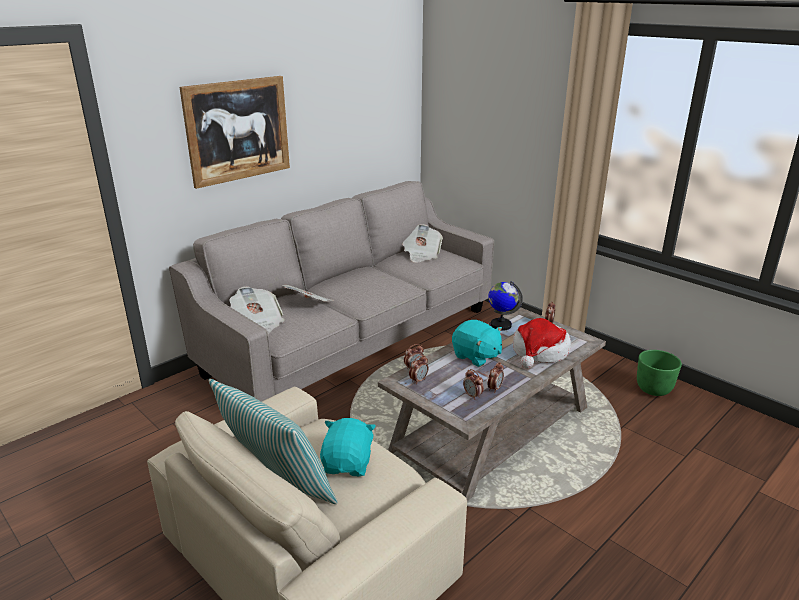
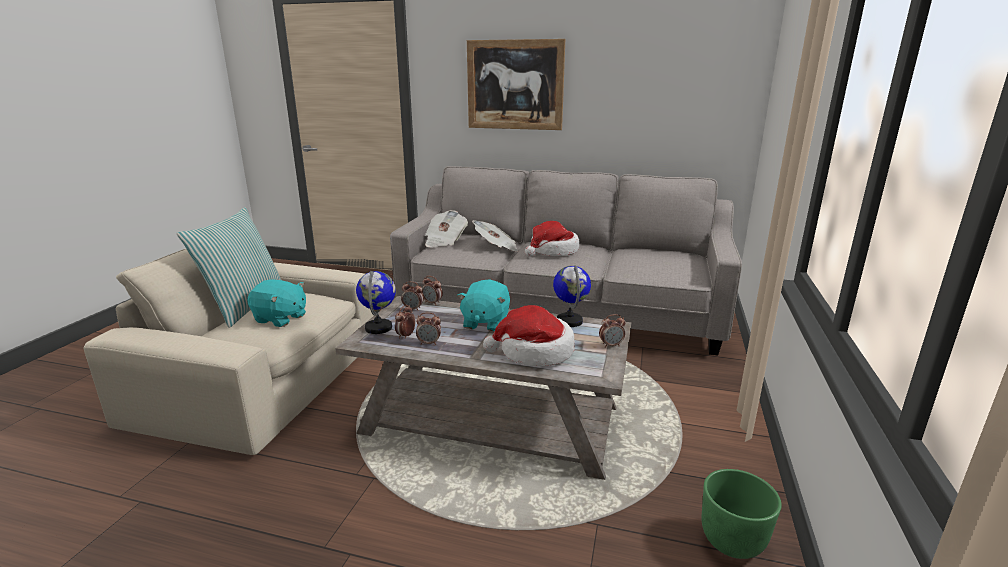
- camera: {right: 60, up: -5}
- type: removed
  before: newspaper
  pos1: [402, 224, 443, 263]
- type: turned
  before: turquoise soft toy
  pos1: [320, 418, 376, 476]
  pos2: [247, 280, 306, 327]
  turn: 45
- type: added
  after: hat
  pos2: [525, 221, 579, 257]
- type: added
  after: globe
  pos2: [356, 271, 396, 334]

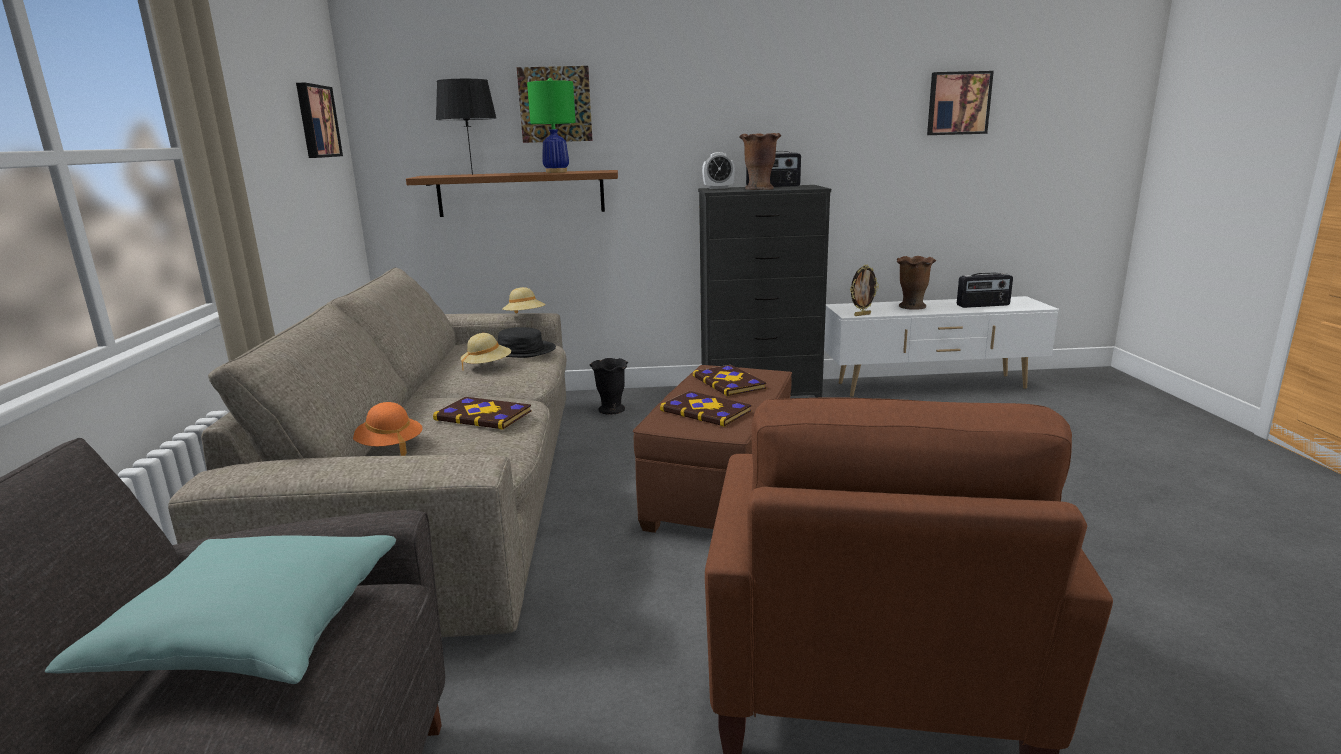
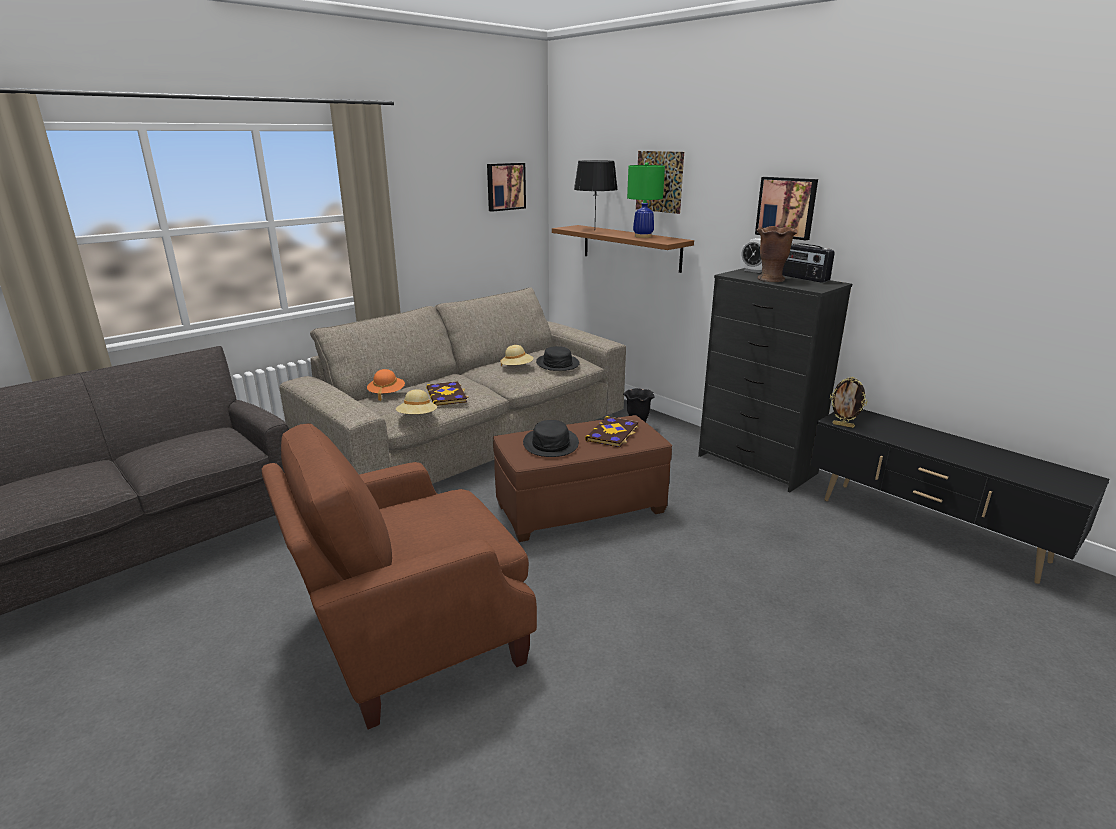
- camera: {right: 50, up: 5}
- type: moved
  before: wall art
  pos1: [927, 71, 994, 135]
  pos2: [755, 177, 818, 240]
- type: removed
  before: brownish decorative vase
  pos1: [897, 256, 936, 310]
- type: removed
  before: radio set
  pos1: [957, 273, 1013, 308]
- type: moved
  before: beige hat
  pos1: [502, 287, 546, 314]
  pos2: [396, 389, 437, 414]
- type: recoloured
  before: white tv unit
  after: blackish tv unit
  pos1: [824, 296, 1059, 397]
  pos2: [810, 409, 1110, 584]
- type: replaced
  before: volume
  after: blackish hat
  pos1: [660, 391, 752, 427]
  pos2: [523, 420, 579, 457]
- type: removed
  before: turquoise throw pillow
  pos1: [45, 535, 396, 684]

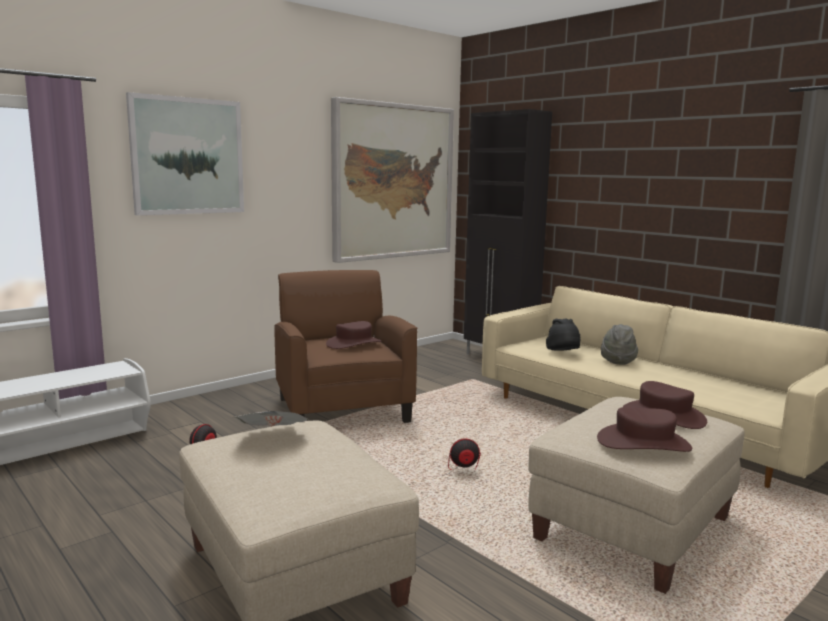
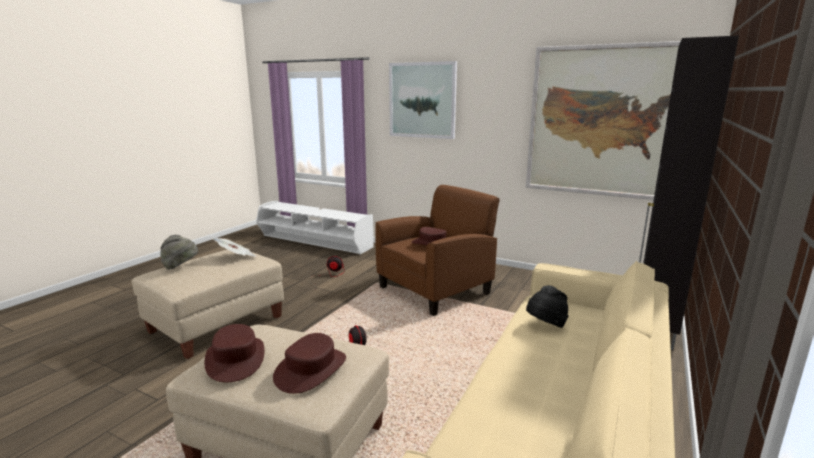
- camera: {right: 70, up: 5}
- type: moved
  before: gray hat
  pos1: [601, 324, 638, 365]
  pos2: [160, 235, 198, 270]

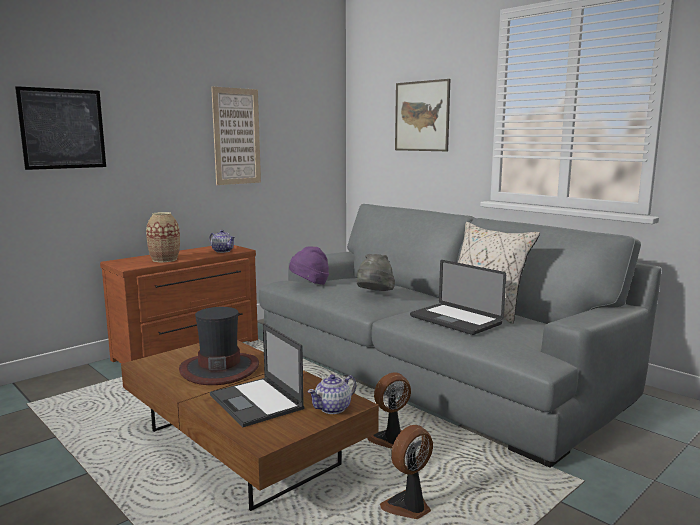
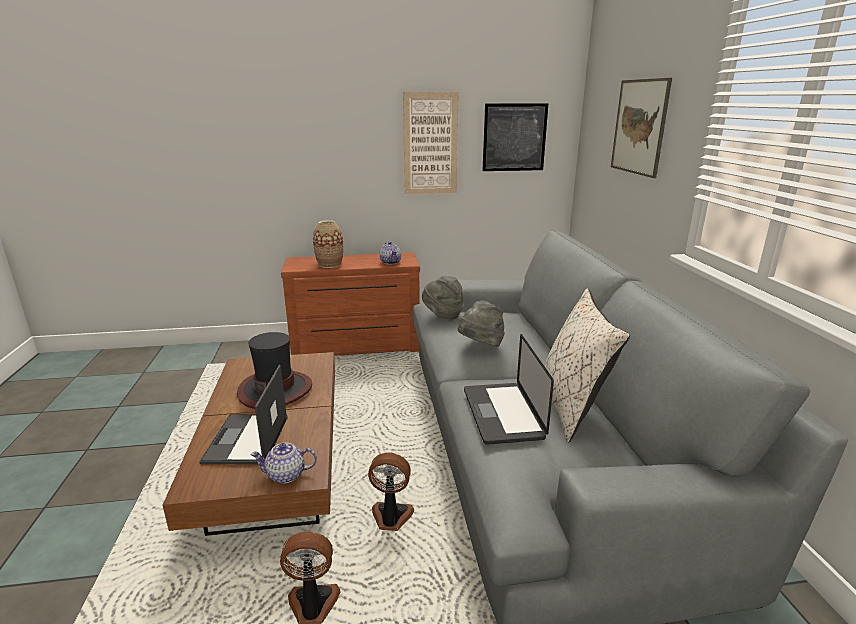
- camera: {right: 35, up: 10}
- type: moved
  before: wall art
  pos1: [15, 86, 106, 170]
  pos2: [482, 103, 548, 171]
- type: recoloured
  before: purple-coloured hat
  after: gray hat
  pos1: [289, 247, 329, 285]
  pos2: [422, 276, 464, 319]

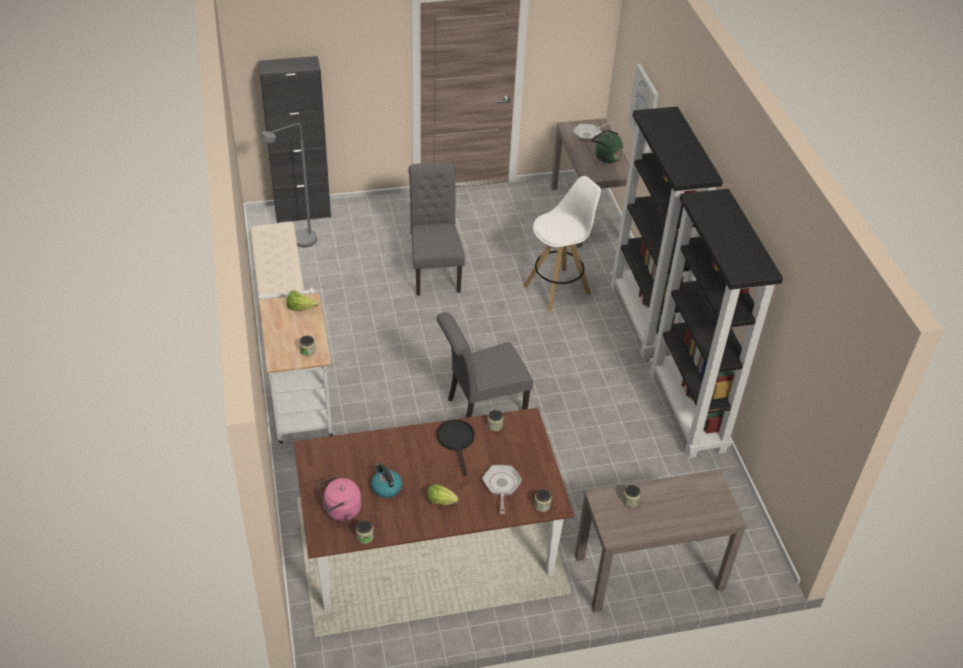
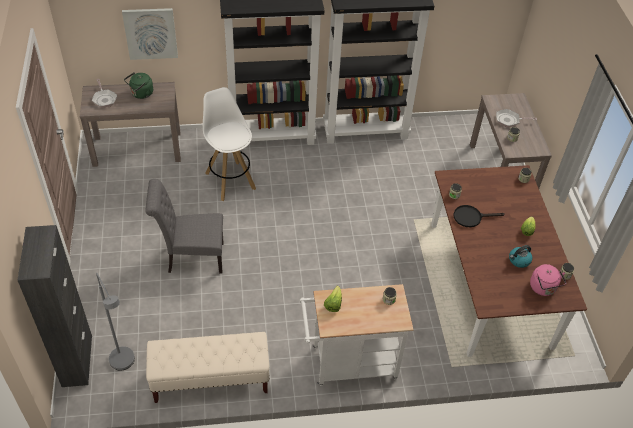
- camera: {right: -85, up: 5}
- type: removed
  before: gray plain chair
  pos1: [436, 312, 533, 417]
- type: moved
  before: pan
  pos1: [482, 465, 522, 514]
  pos2: [496, 109, 537, 128]

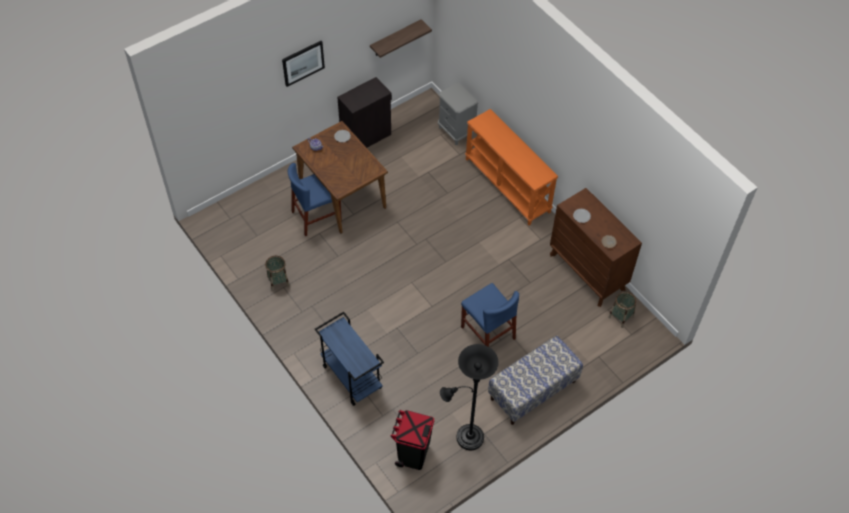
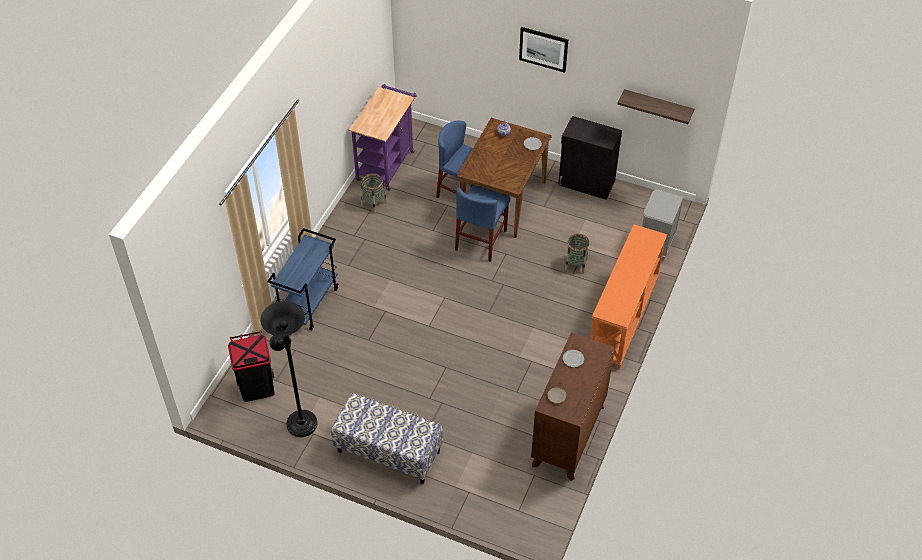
- camera: {right: 60, up: -5}
- type: moved
  before: blue-coloured plain chair
  pos1: [461, 283, 519, 347]
  pos2: [455, 185, 511, 262]
- type: moved
  before: household basket
  pos1: [608, 292, 636, 328]
  pos2: [565, 234, 590, 273]
- type: added
  after: purple-coloured trolley
  pos2: [349, 84, 417, 191]

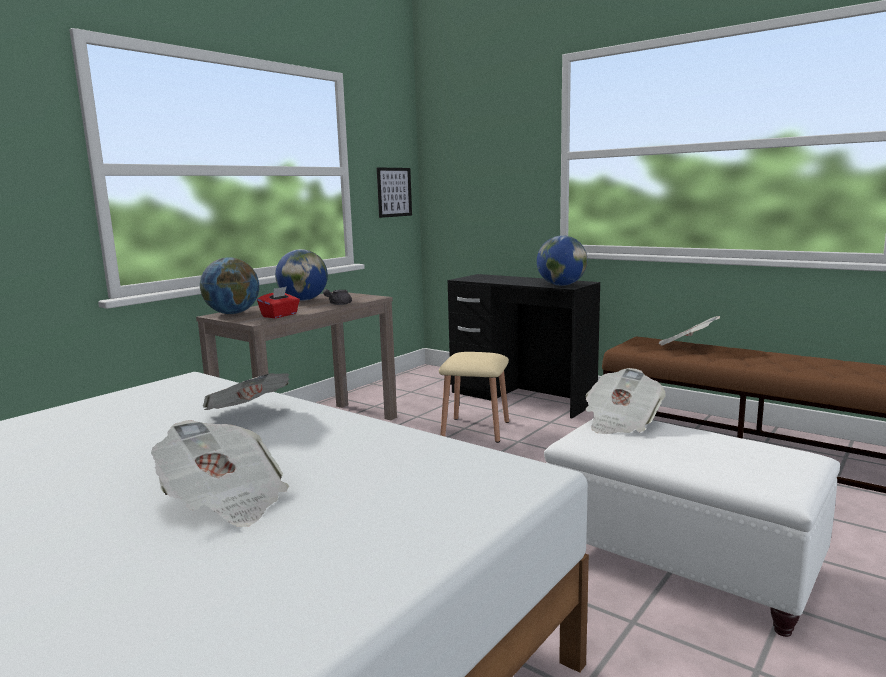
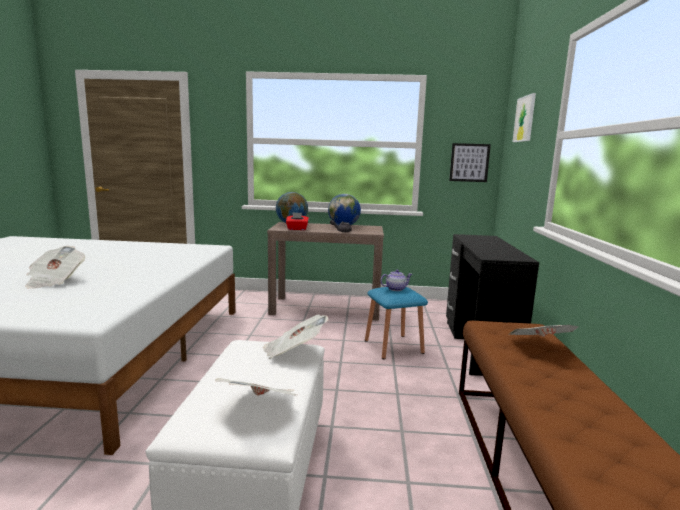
- camera: {right: 55, up: 0}
- type: removed
  before: globe
  pos1: [537, 235, 587, 286]
- type: recoloured
  before: beige stool
  after: blue-coloured stool
  pos1: [439, 352, 509, 443]
  pos2: [365, 287, 428, 359]
- type: moved
  before: newspaper
  pos1: [203, 373, 289, 410]
  pos2: [215, 378, 297, 396]
- type: added
  after: wall art
  pos2: [513, 93, 536, 142]
- type: added
  after: teapot
  pos2: [380, 270, 413, 291]

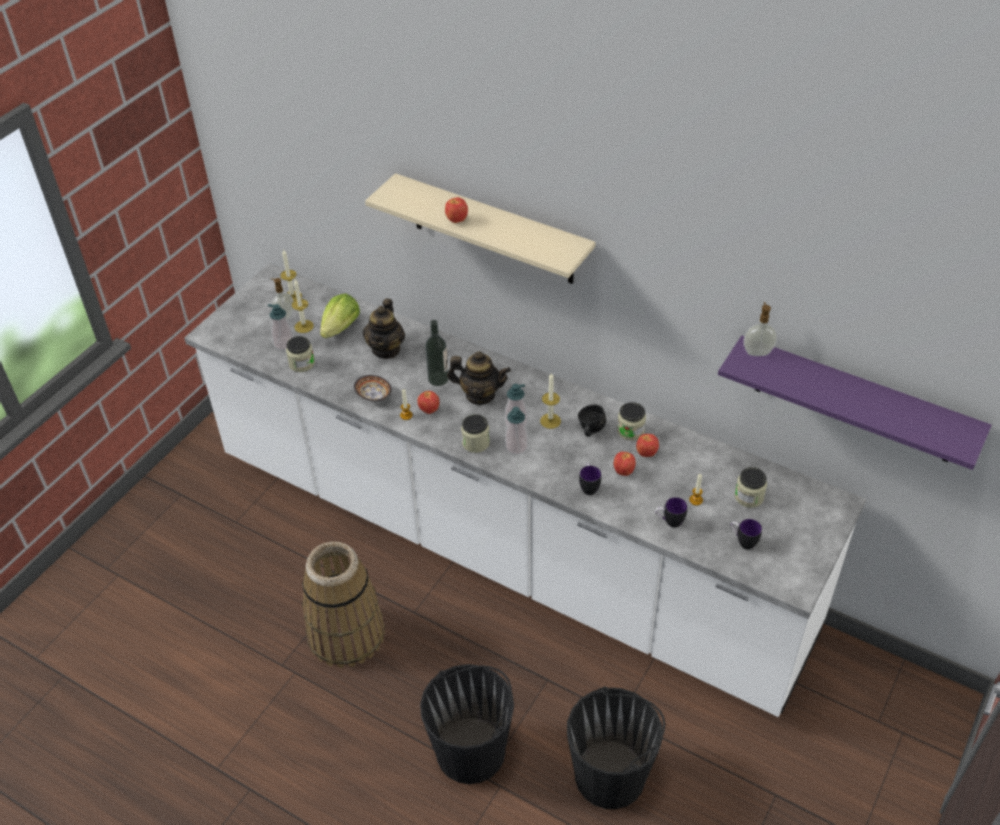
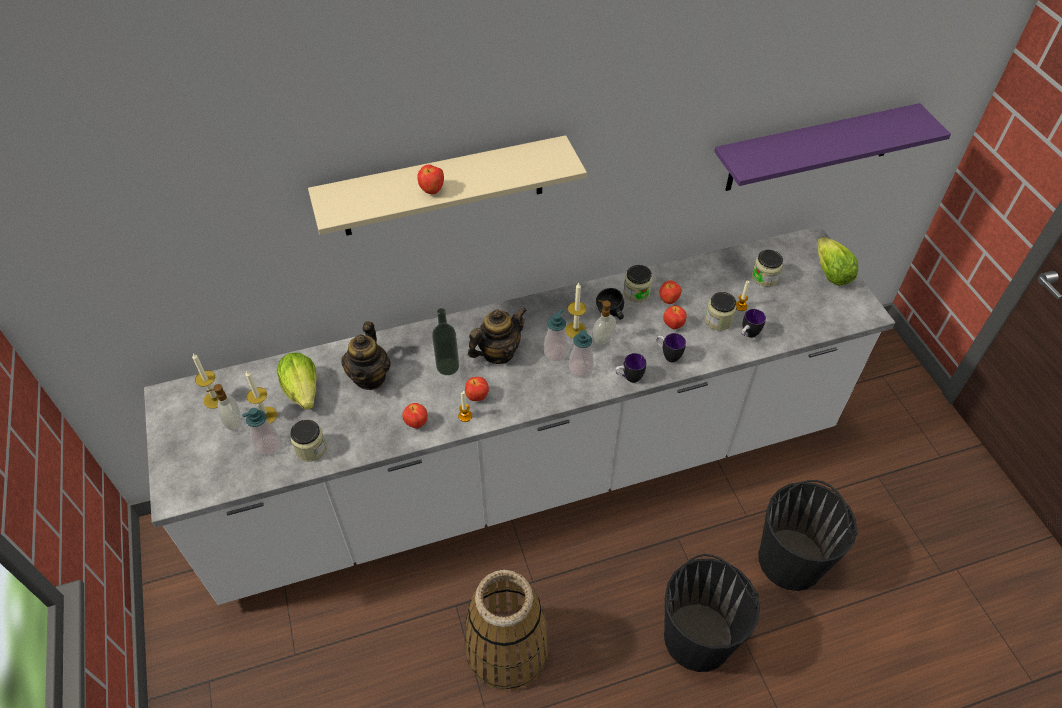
- camera: {right: -50, up: 5}
- type: turned
  before: teapot
  pos1: [363, 298, 405, 359]
  pos2: [341, 321, 391, 390]
  turn: 45
- type: moved
  before: soap bottle
  pos1: [744, 302, 777, 356]
  pos2: [592, 300, 616, 346]
- type: replaced
  before: bowl
  after: apple
  pos1: [354, 375, 392, 401]
  pos2: [402, 403, 428, 429]
- type: moved
  before: storage jar
  pos1: [461, 414, 490, 453]
  pos2: [705, 292, 737, 331]
- type: moved
  before: mug
  pos1: [730, 519, 762, 550]
  pos2: [615, 353, 646, 383]
- type: added
  after: lettuce
  pos2: [817, 237, 858, 286]

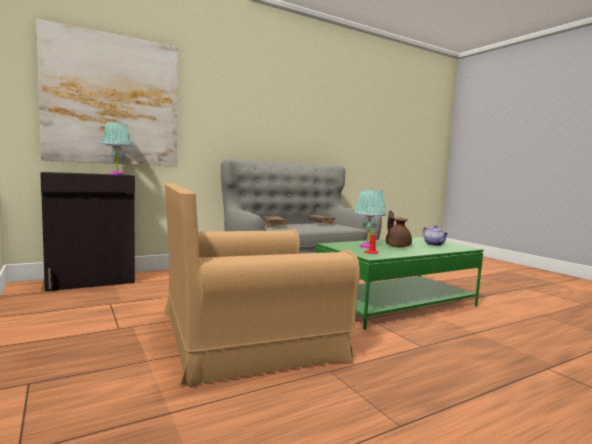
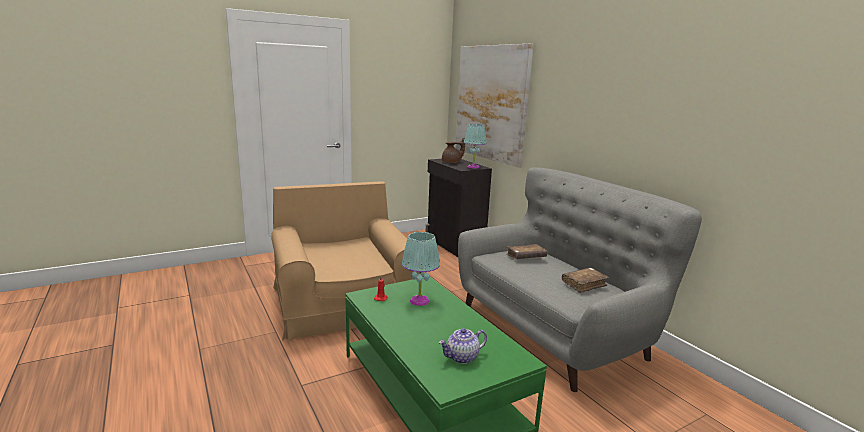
- camera: {right: 90, up: 10}
- type: moved
  before: brownish teapot
  pos1: [386, 210, 412, 247]
  pos2: [442, 138, 465, 163]

